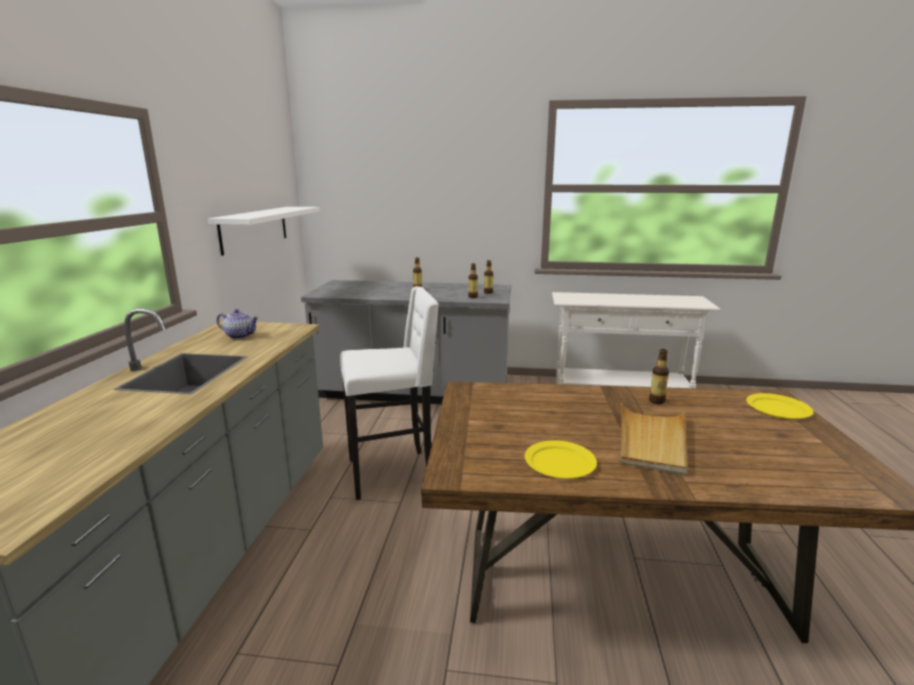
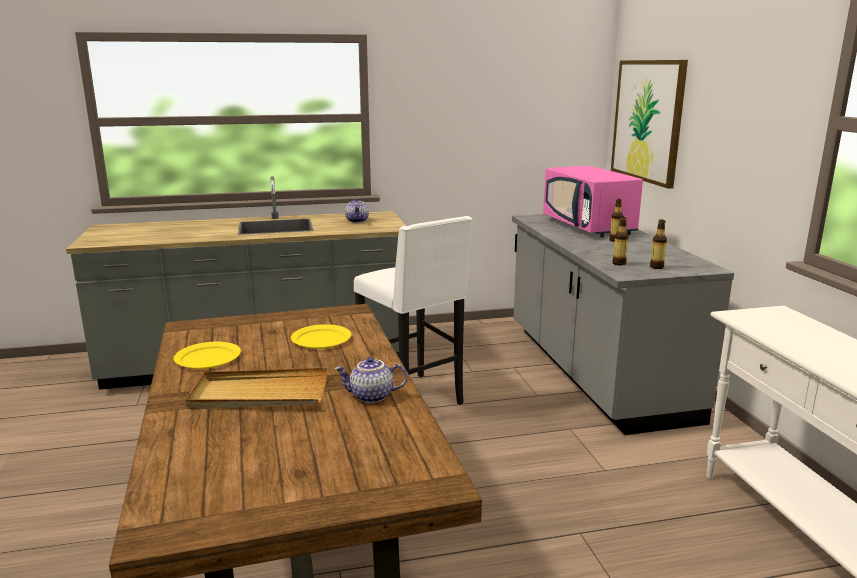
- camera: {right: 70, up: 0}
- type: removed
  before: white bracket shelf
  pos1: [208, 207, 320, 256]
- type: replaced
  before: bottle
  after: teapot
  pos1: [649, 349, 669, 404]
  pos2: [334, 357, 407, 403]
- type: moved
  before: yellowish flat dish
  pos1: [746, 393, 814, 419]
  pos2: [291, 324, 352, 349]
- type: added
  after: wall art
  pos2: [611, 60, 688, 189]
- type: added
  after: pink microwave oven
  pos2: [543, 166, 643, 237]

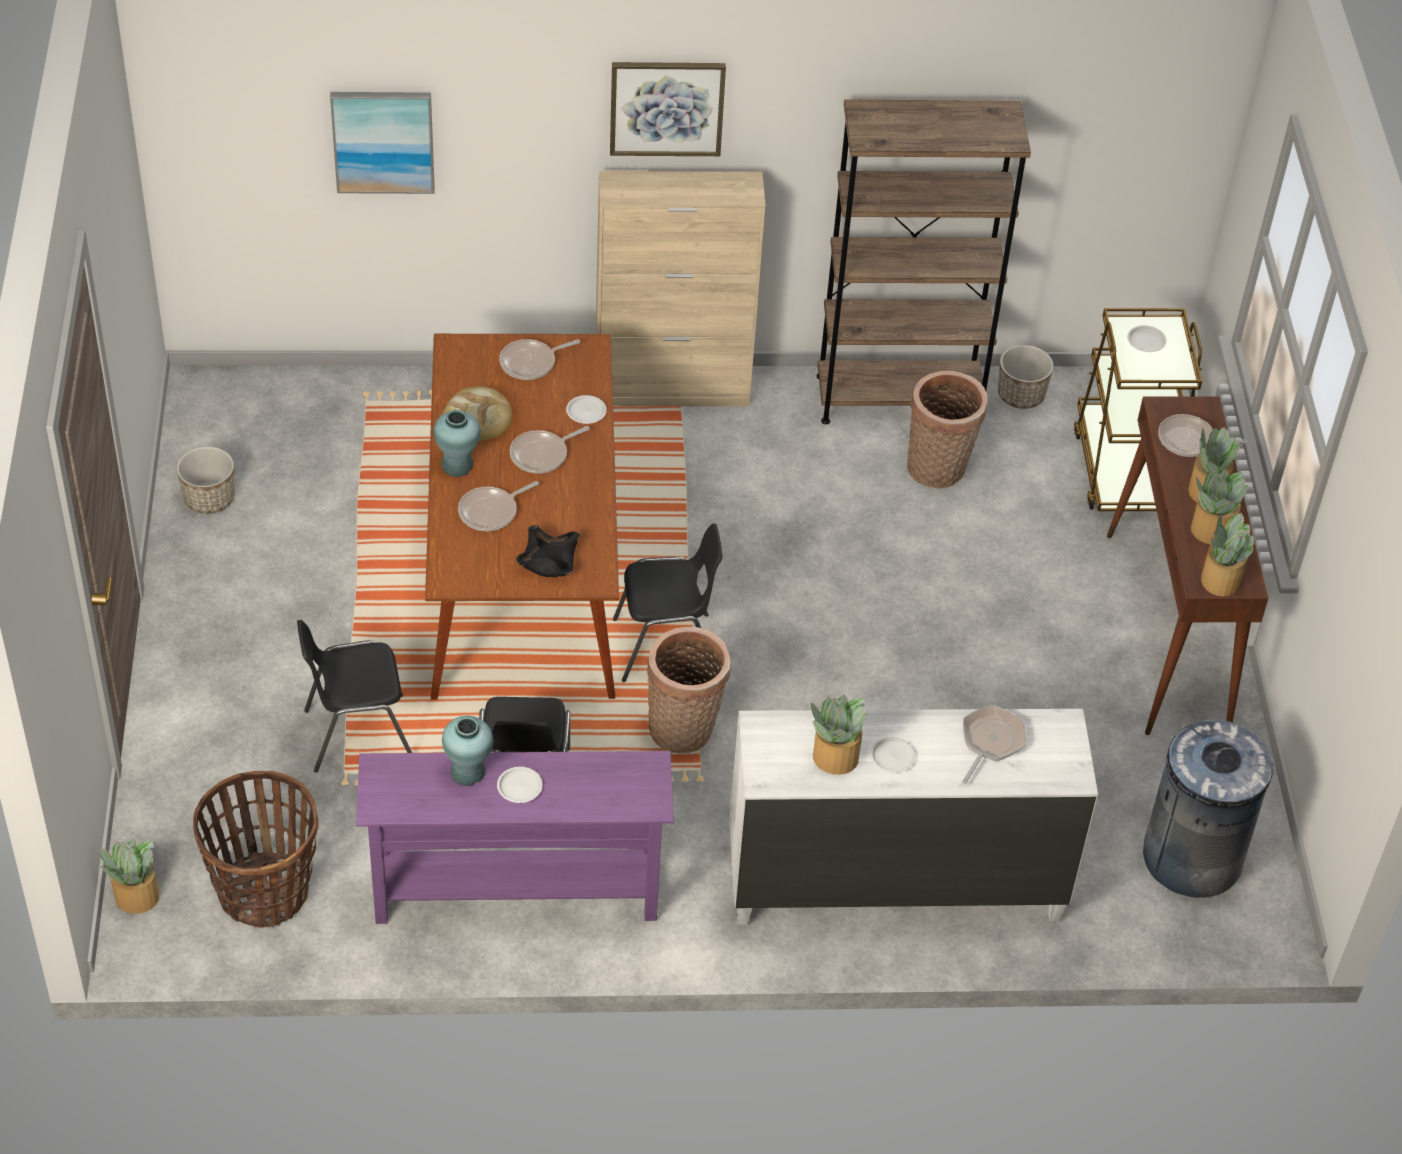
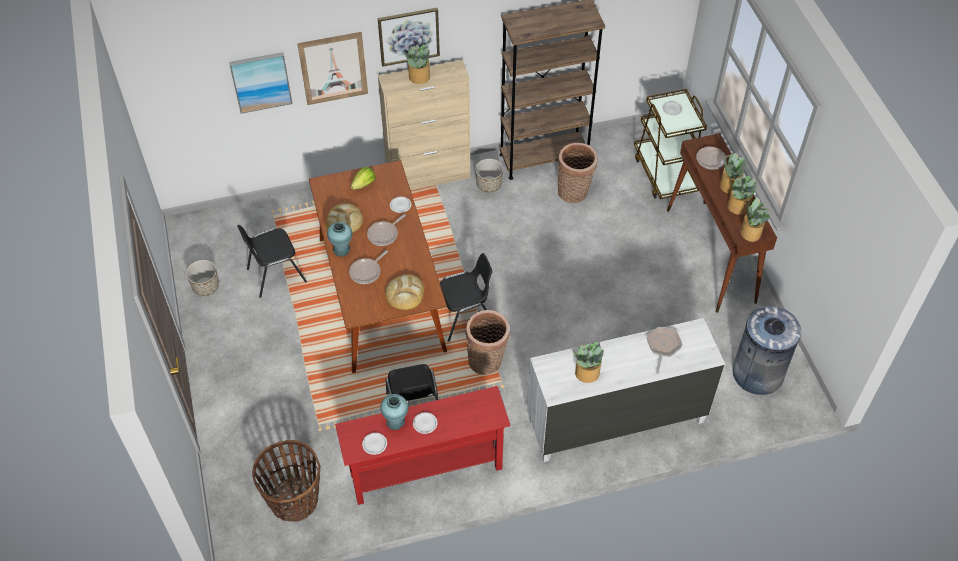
- camera: {right: -10, up: 5}
- type: replaced
  before: pan
  after: lettuce
  pos1: [499, 339, 580, 380]
  pos2: [350, 167, 376, 190]
- type: moved
  before: flower pot
  pos1: [998, 345, 1053, 409]
  pos2: [475, 159, 503, 192]
- type: replaced
  before: blackish bowl
  after: bakery bread
  pos1: [516, 525, 580, 577]
  pos2: [385, 275, 424, 310]
- type: moved
  before: blackish plain chair
  pos1: [297, 620, 412, 773]
  pos2: [237, 225, 307, 298]
- type: moved
  before: white flat dish
  pos1: [870, 737, 916, 773]
  pos2: [362, 433, 387, 455]
- type: recoloured
  before: purple-coloured hall table
  after: reddish hall table
  pos1: [356, 751, 674, 924]
  pos2: [335, 386, 511, 505]
- type: moved
  before: potted plant
  pos1: [100, 839, 159, 914]
  pos2: [403, 44, 430, 84]
- type: added
  after: wall art
  pos2: [297, 32, 368, 105]

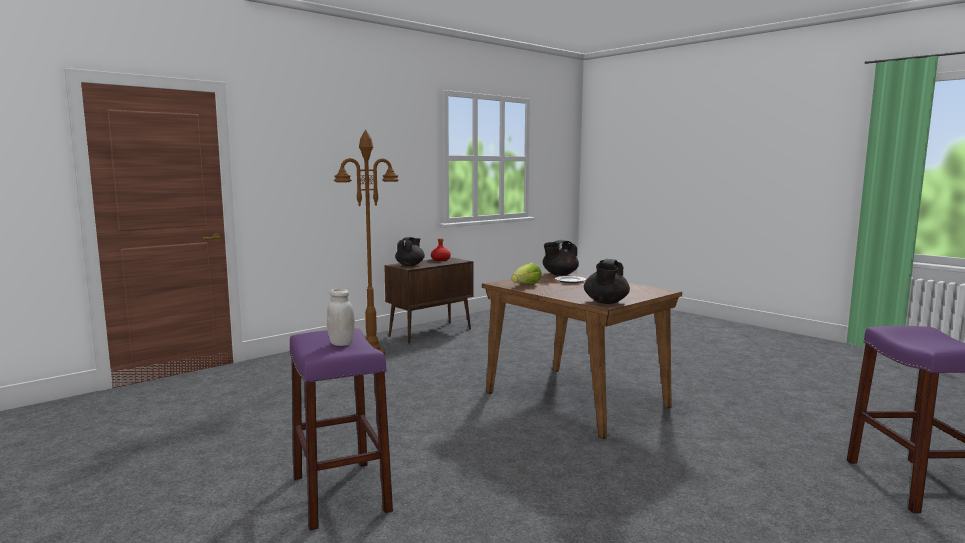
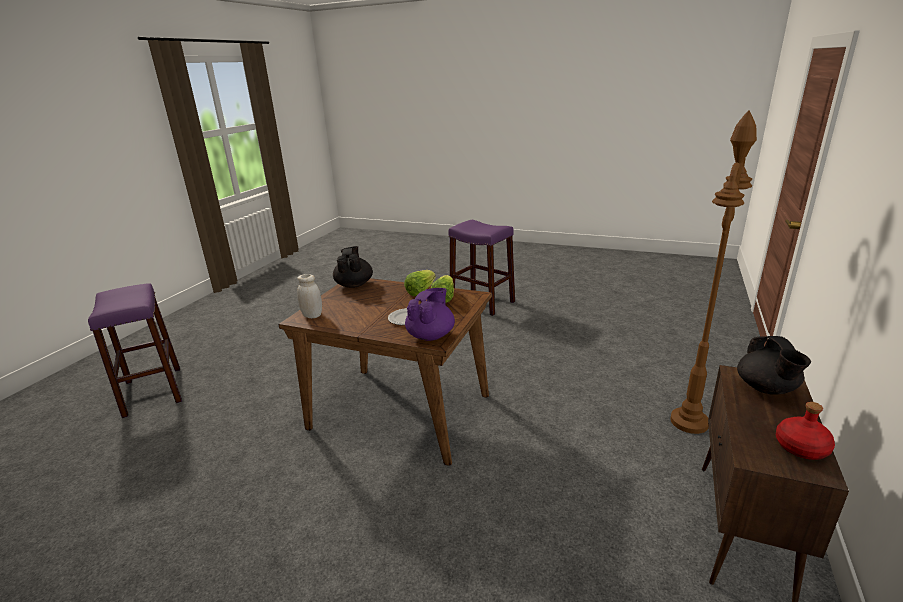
- camera: {right: 155, up: 15}
- type: recoloured
  before: blackish teapot
  after: purple-coloured teapot
  pos1: [543, 240, 579, 276]
  pos2: [405, 288, 455, 341]
- type: moved
  before: white storage jar
  pos1: [327, 288, 355, 346]
  pos2: [297, 274, 322, 318]
- type: added
  after: lettuce
  pos2: [404, 270, 436, 296]

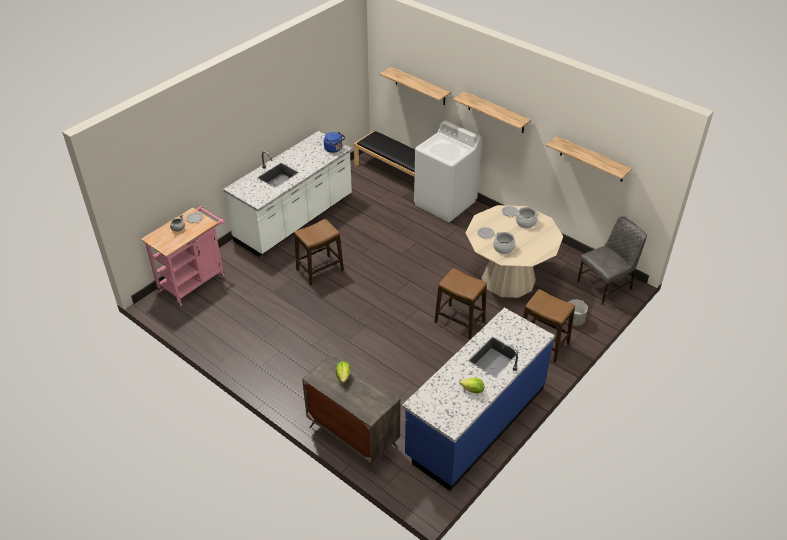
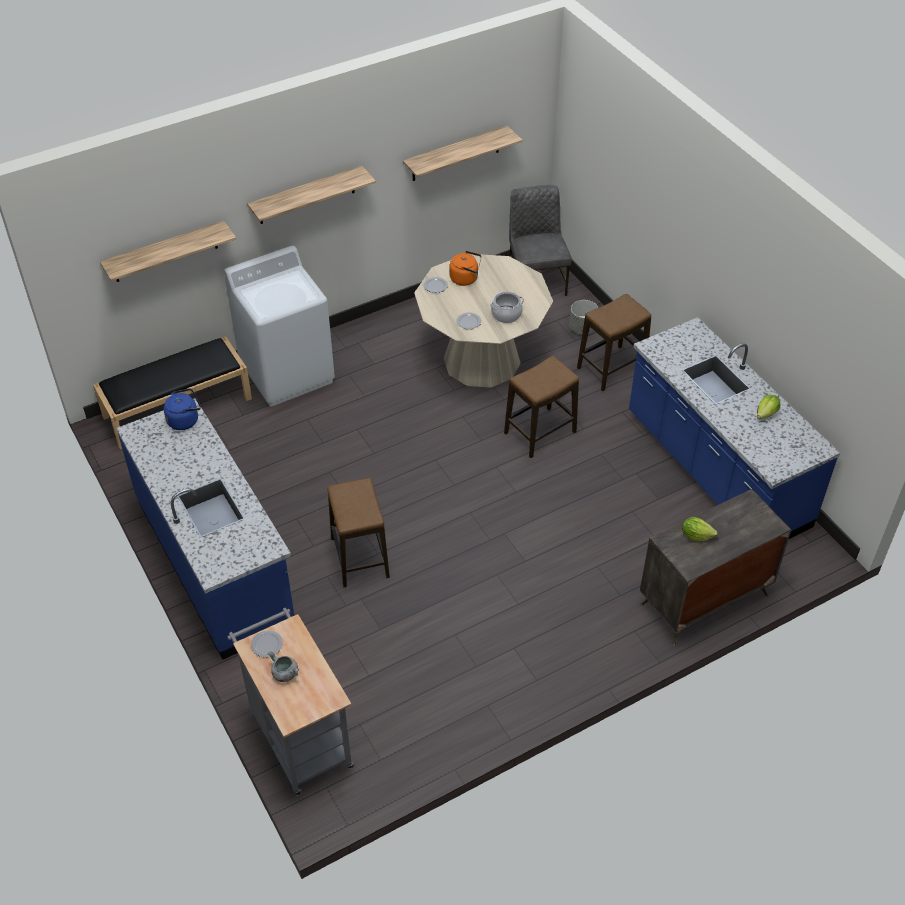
- camera: {right: -70, up: 5}
- type: recoloured
  before: white kitchen base unit
  after: blue-coloured kitchen base unit
  pos1: [223, 131, 353, 257]
  pos2: [116, 398, 295, 660]
- type: recoloured
  before: pink trolley
  after: gray trolley
  pos1: [141, 206, 225, 306]
  pos2: [227, 608, 355, 796]
- type: replaced
  before: cooking pot
  after: orange kettle
  pos1: [515, 207, 539, 228]
  pos2: [449, 251, 482, 286]

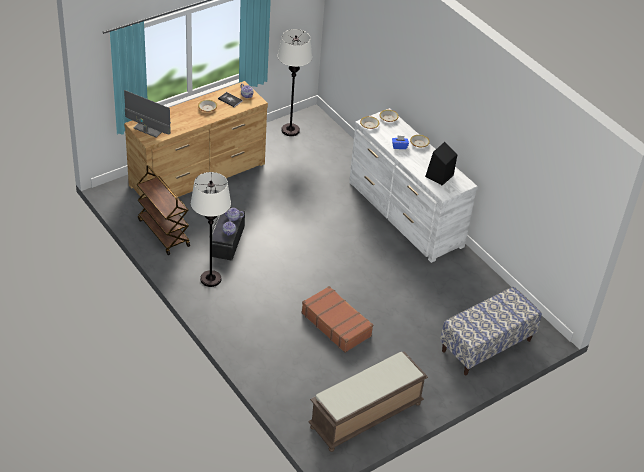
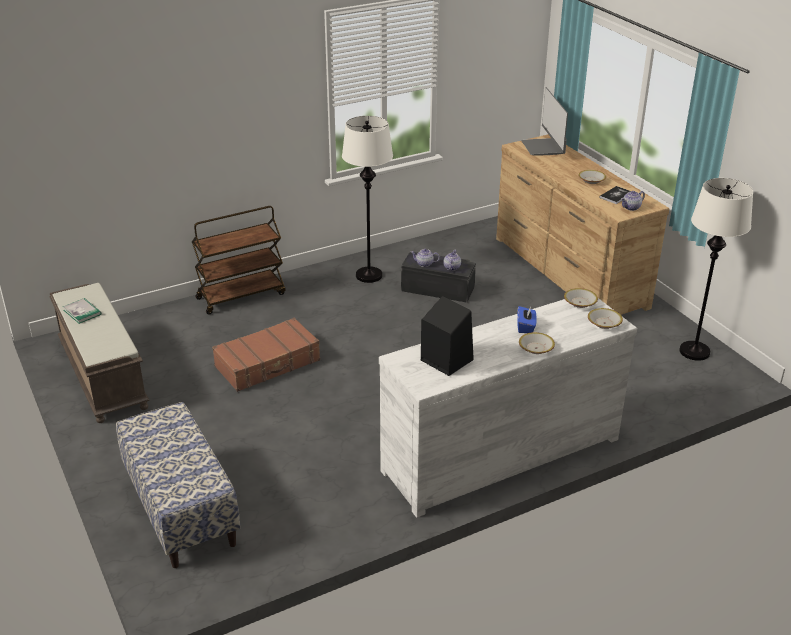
- camera: {right: 100, up: -10}
- type: turned
  before: monitor
  pos1: [124, 90, 171, 137]
  pos2: [521, 87, 568, 156]
  turn: 135
- type: moved
  before: brownish trolley
  pos1: [137, 165, 190, 255]
  pos2: [192, 206, 285, 315]
- type: added
  after: volume
  pos2: [63, 298, 101, 324]

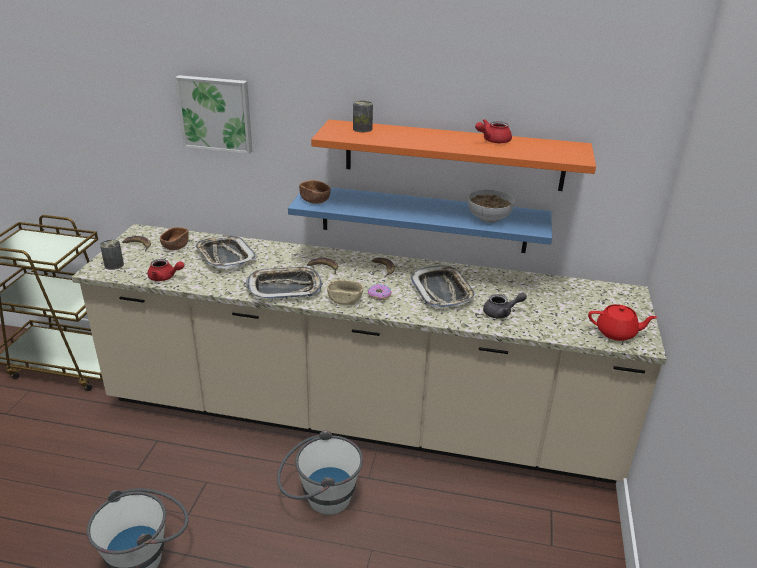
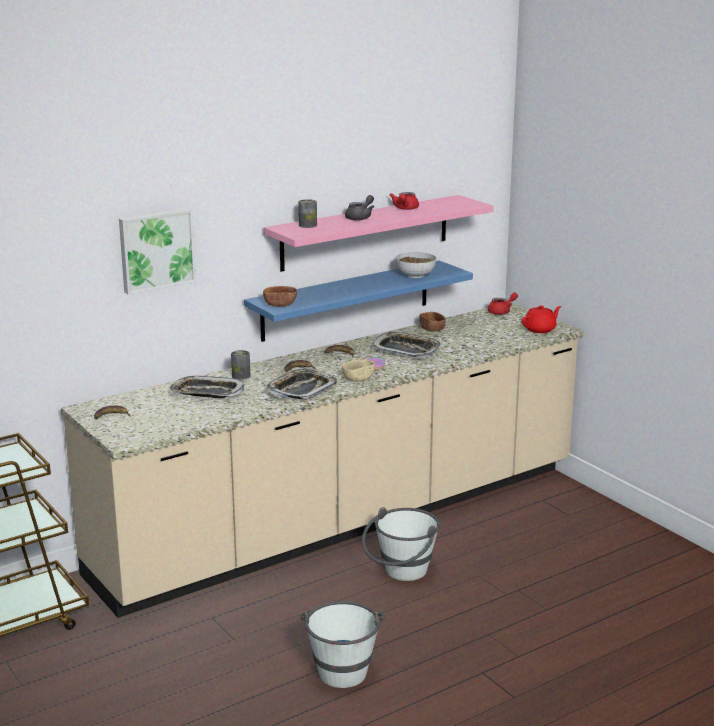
- camera: {right: -45, up: -10}
- type: recoloured
  before: orange bracket shelf
  after: pink bracket shelf
  pos1: [311, 120, 596, 191]
  pos2: [264, 195, 494, 272]
- type: moved
  before: brownish bowl
  pos1: [160, 227, 189, 250]
  pos2: [419, 312, 446, 332]
- type: moved
  before: can
  pos1: [100, 239, 124, 270]
  pos2: [231, 350, 250, 380]
- type: moved
  before: reddish teapot
  pos1: [148, 259, 184, 281]
  pos2: [488, 292, 518, 315]
- type: moved
  before: gray teapot
  pos1: [483, 292, 527, 319]
  pos2: [345, 195, 374, 221]

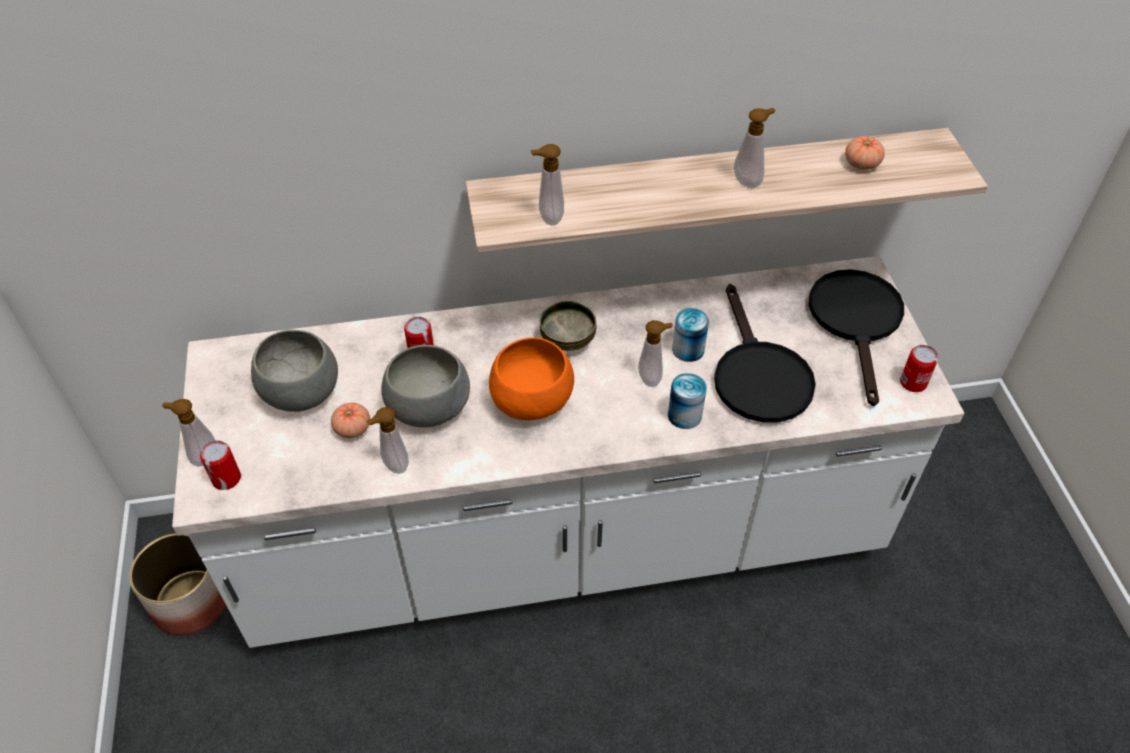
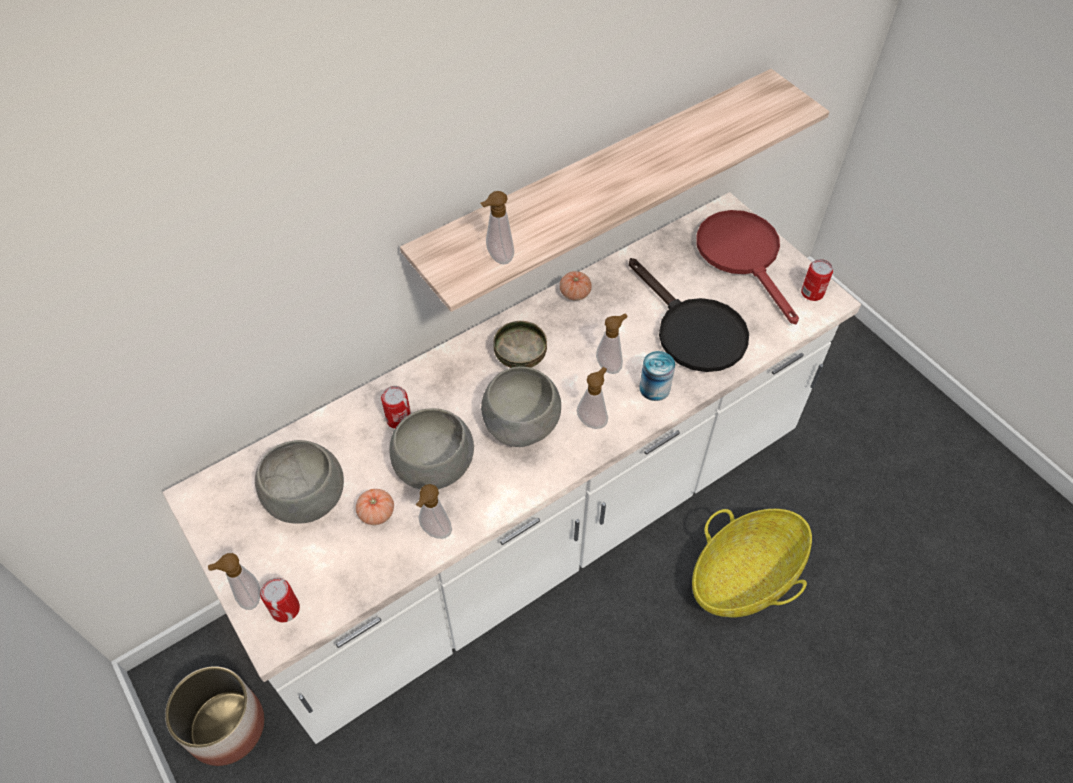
- camera: {right: -25, up: 5}
- type: moved
  before: soap bottle
  pos1: [734, 108, 775, 188]
  pos2: [577, 367, 608, 429]
- type: moved
  before: whole tomato
  pos1: [845, 136, 885, 170]
  pos2: [560, 271, 592, 301]
- type: recoloured
  before: blackish pan
  after: reddish pan
  pos1: [809, 269, 904, 406]
  pos2: [696, 210, 799, 324]
- type: removed
  before: can
  pos1: [672, 308, 709, 362]
- type: recoloured
  before: orange bowl
  after: gray bowl
  pos1: [489, 337, 574, 420]
  pos2: [481, 367, 561, 447]
- type: added
  after: household basket
  pos2: [692, 509, 812, 617]

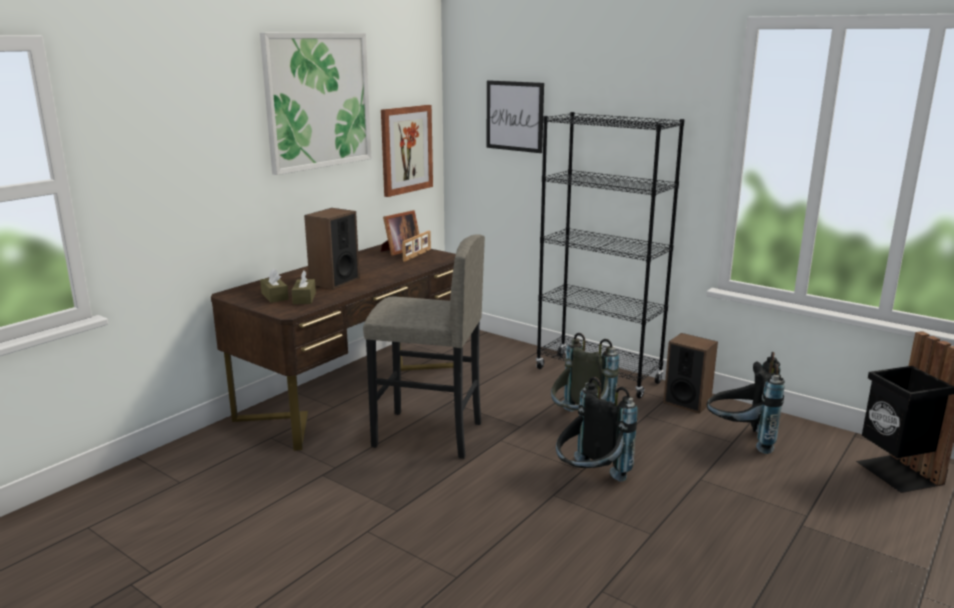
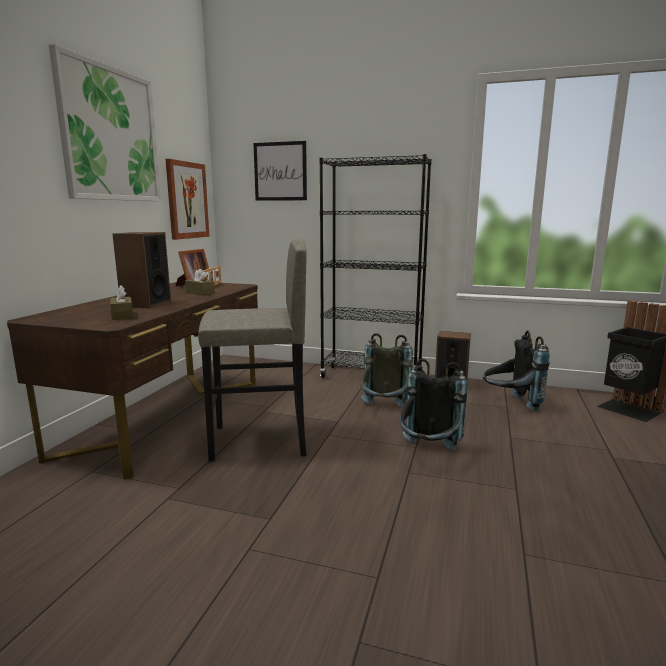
- camera: {right: -20, up: -5}
- type: moved
  before: brownish tissue holder
  pos1: [260, 269, 289, 303]
  pos2: [185, 269, 215, 295]

